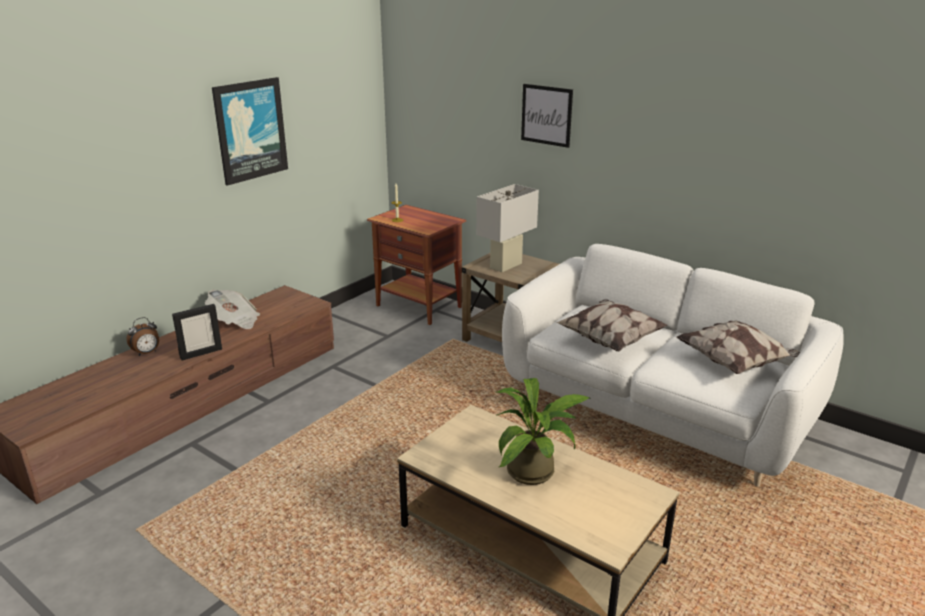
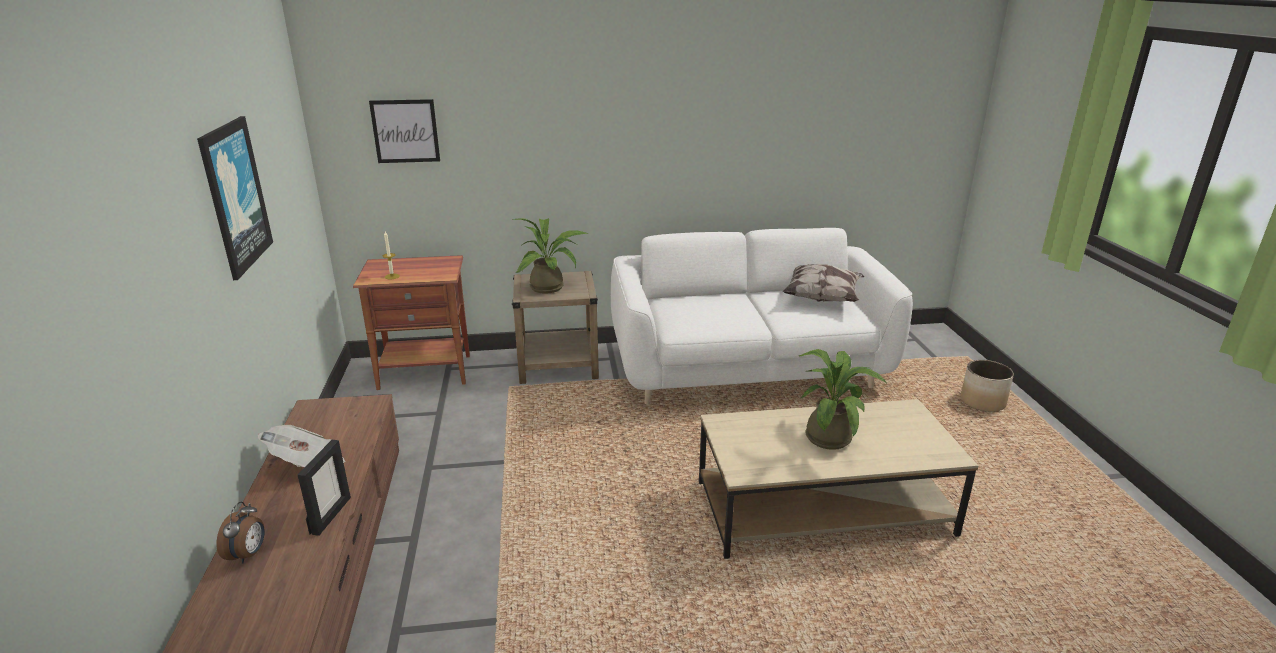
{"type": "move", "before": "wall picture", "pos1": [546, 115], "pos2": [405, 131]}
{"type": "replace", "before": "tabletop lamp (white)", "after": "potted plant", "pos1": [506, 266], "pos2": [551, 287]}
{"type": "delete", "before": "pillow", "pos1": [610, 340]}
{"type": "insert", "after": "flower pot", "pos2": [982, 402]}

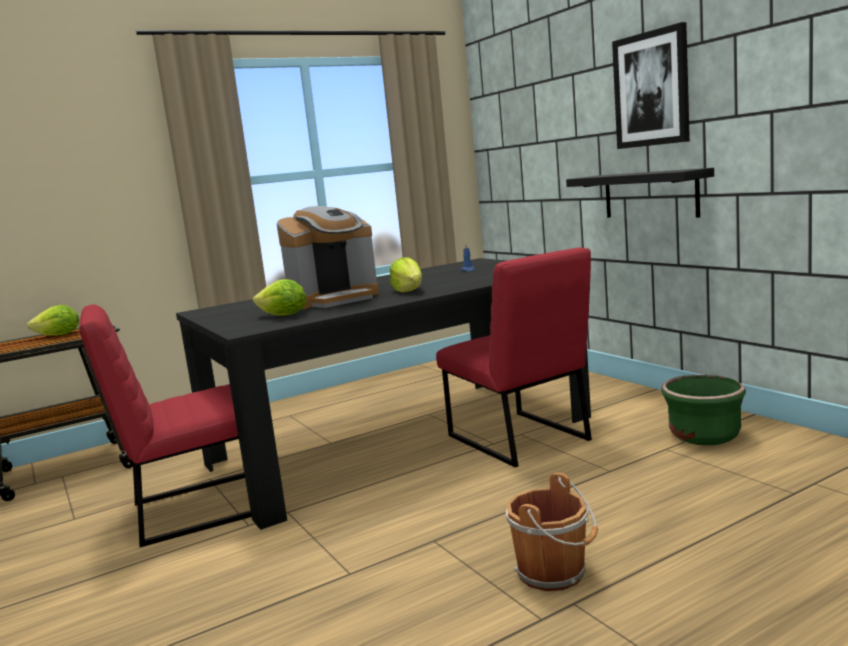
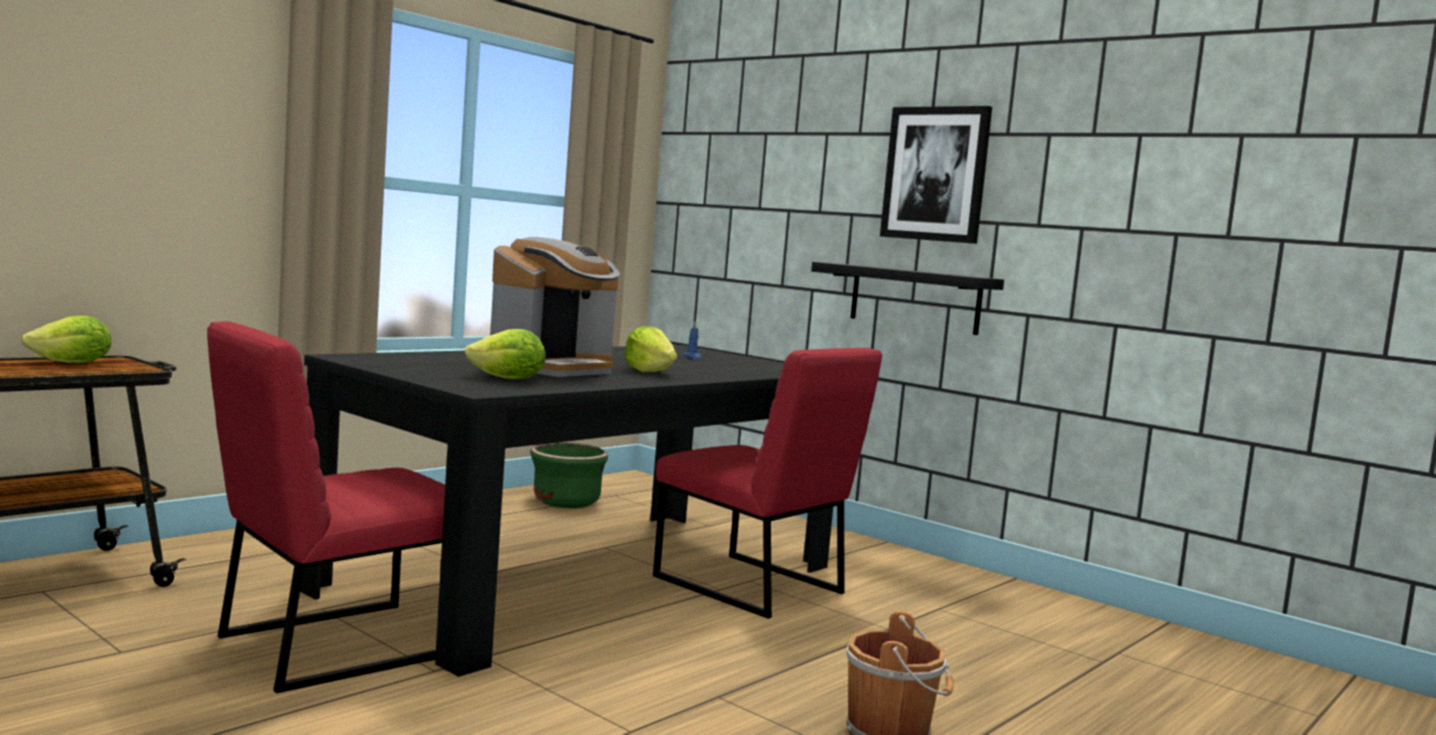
{"type": "move", "before": "flower pot (green)", "pos1": [704, 436], "pos2": [566, 502]}

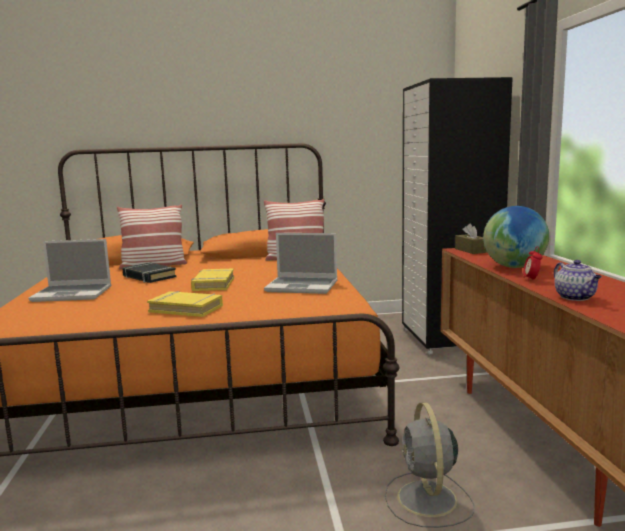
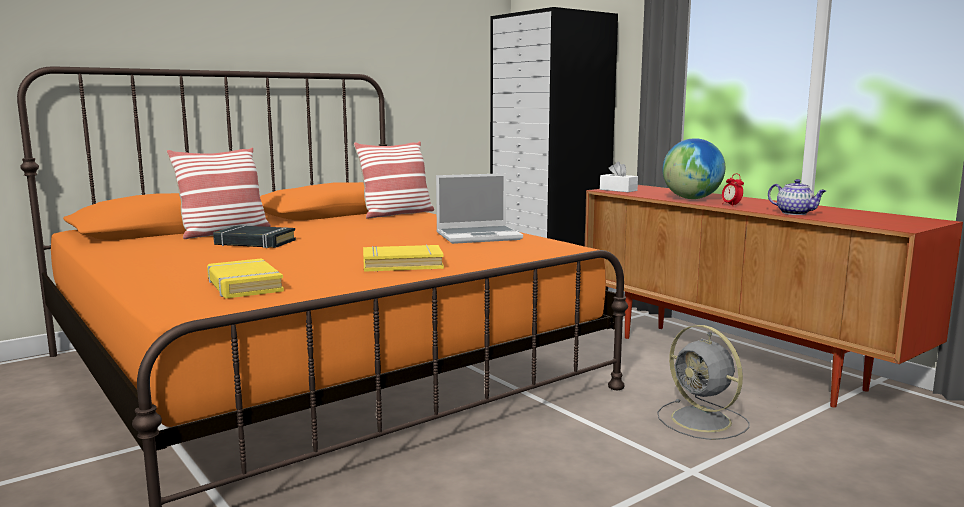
{"type": "recolor", "before": "tissue holder (brown-coloured)", "after": "tissue holder (white)", "pos1": [471, 250], "pos2": [618, 190]}
{"type": "delete", "before": "notebook computer", "pos1": [73, 294]}
{"type": "move", "before": "volume (yellowish)", "pos1": [213, 284], "pos2": [244, 285]}

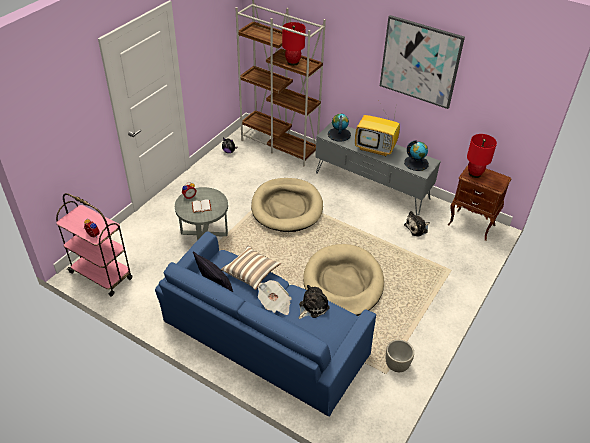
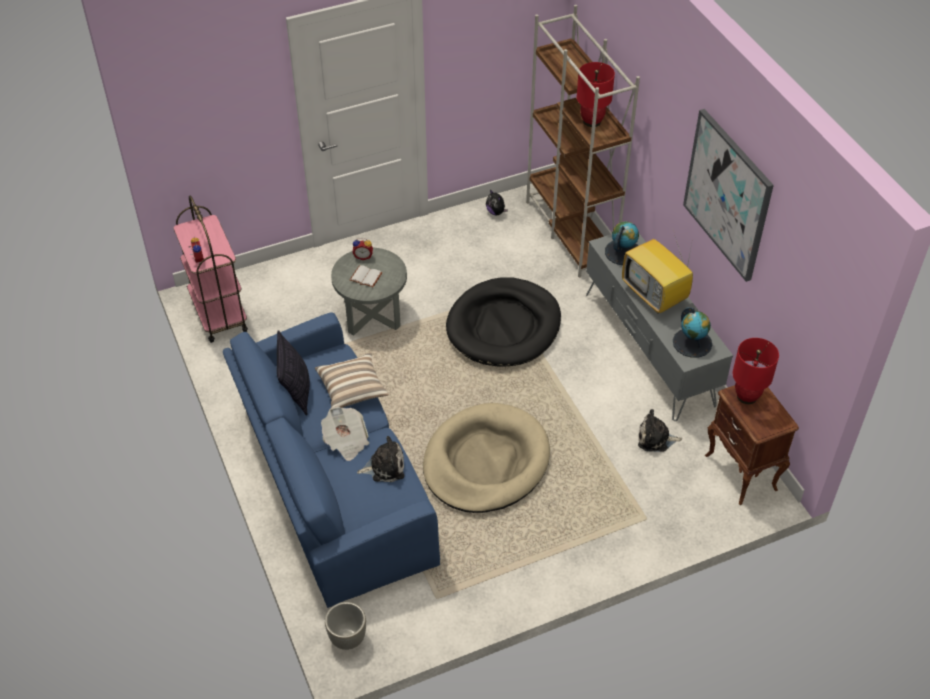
{"type": "recolor", "before": "dog cushion (beige-coloured)", "after": "dog cushion (black)", "pos1": [287, 207], "pos2": [504, 326]}
{"type": "move", "before": "flower pot (gray)", "pos1": [396, 365], "pos2": [347, 638]}

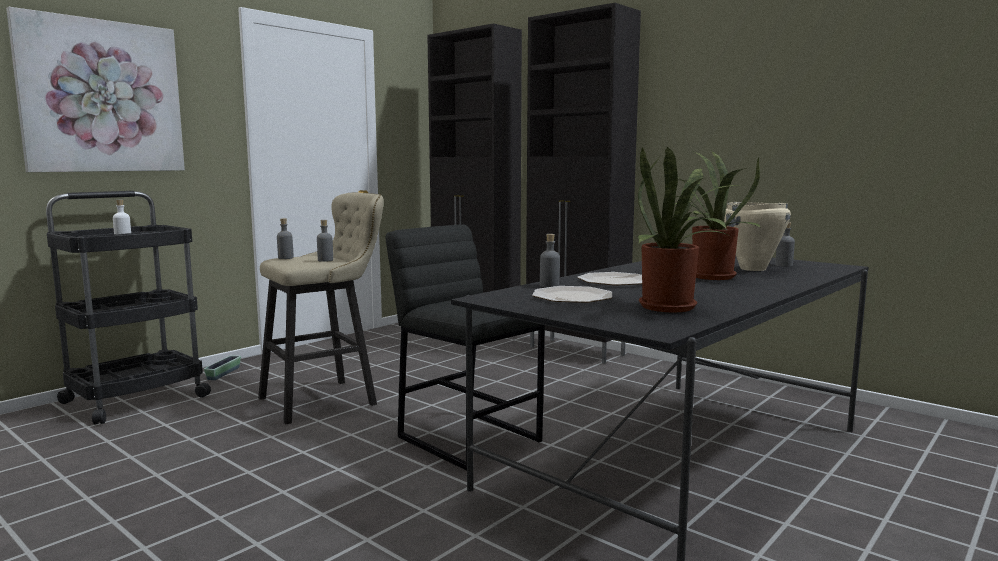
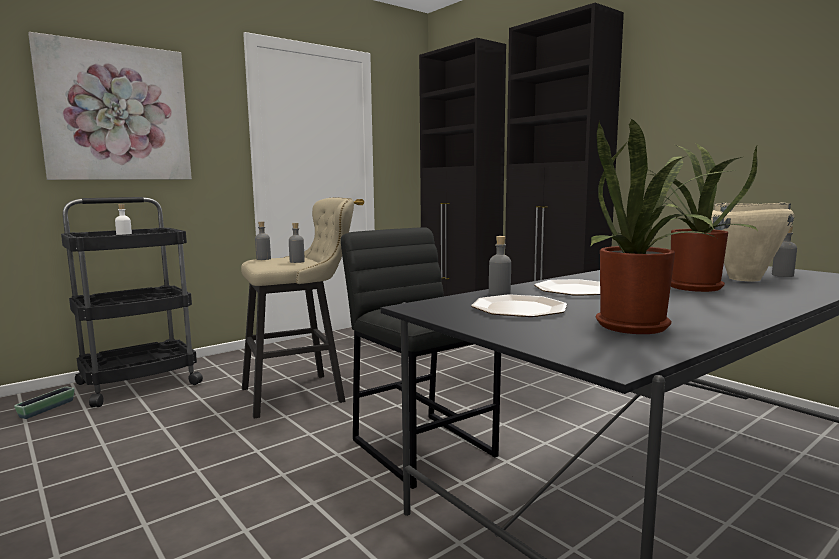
{"type": "move", "before": "flower pot", "pos1": [223, 373], "pos2": [47, 409]}

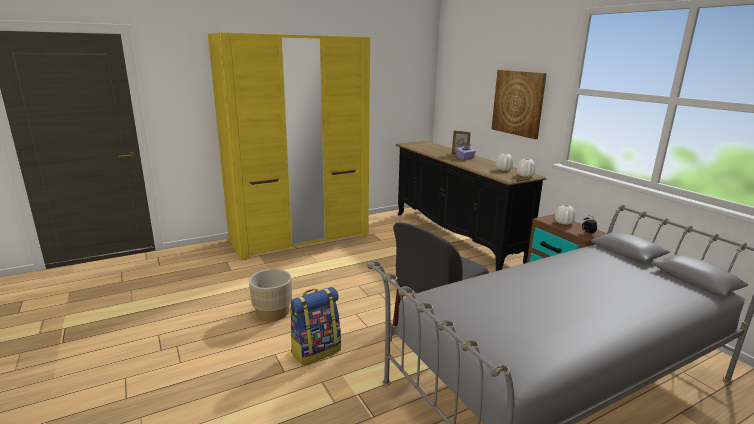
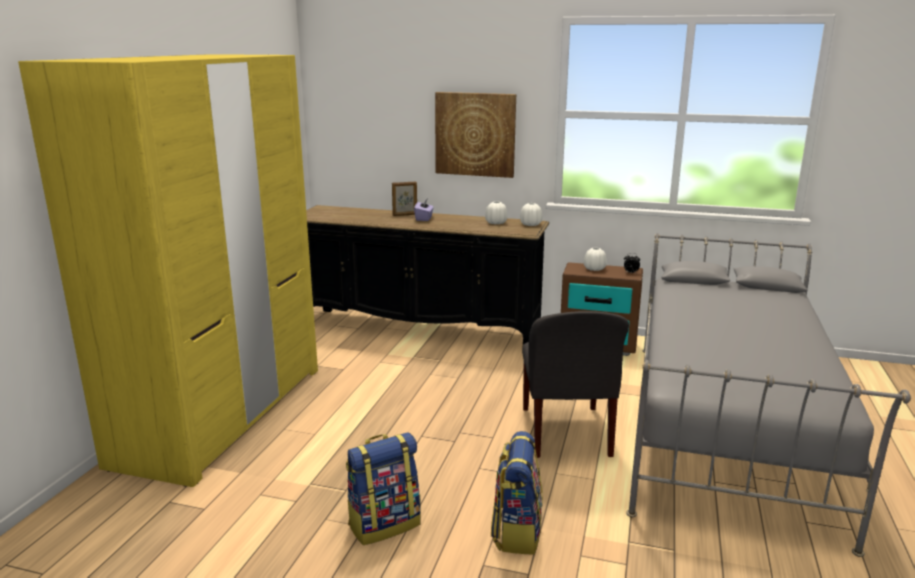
{"type": "replace", "before": "flower pot (beige-coloured)", "after": "rucksack", "pos1": [272, 312], "pos2": [384, 524]}

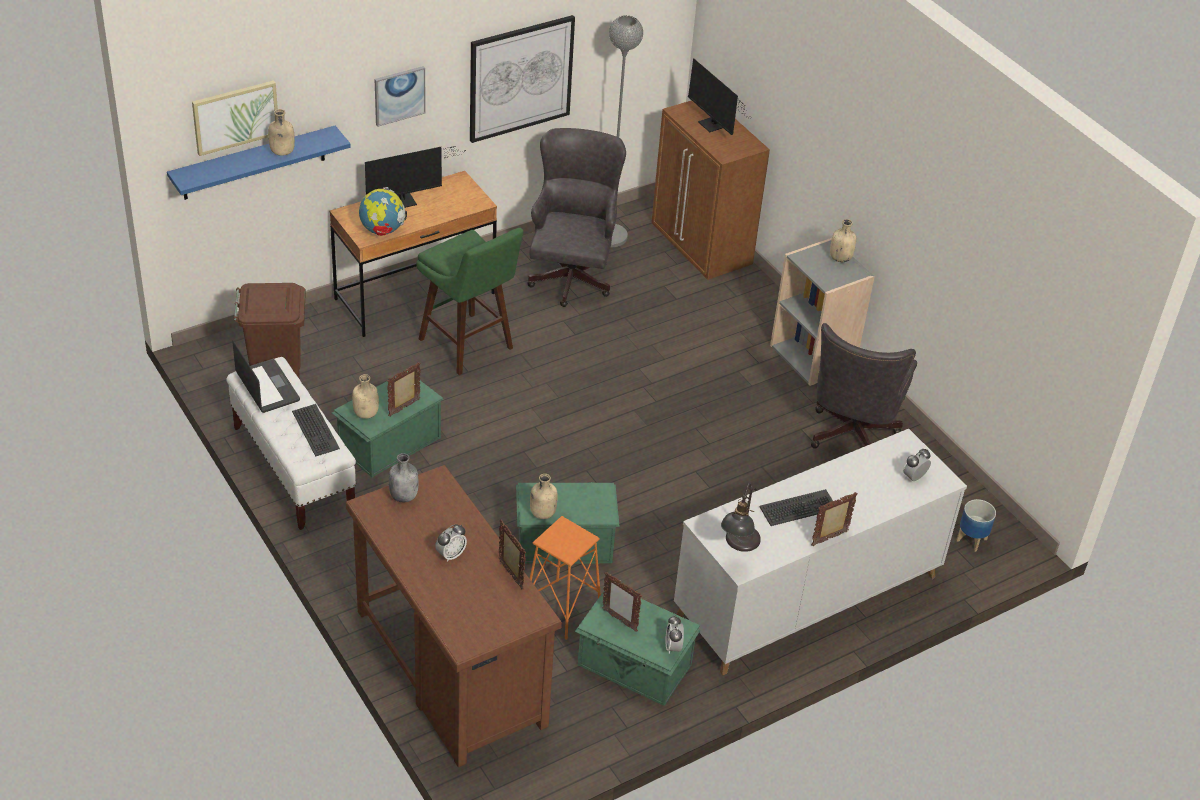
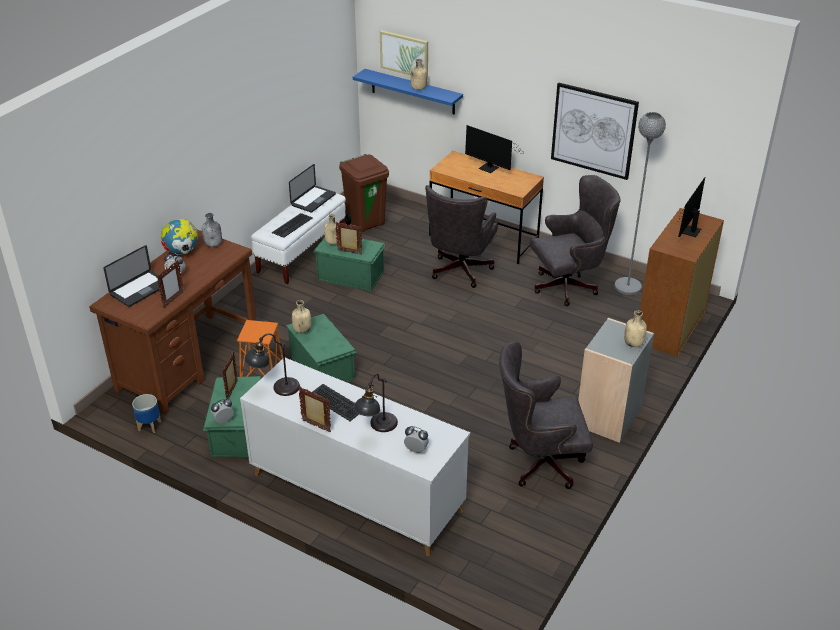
{"type": "delete", "before": "wall picture", "pos1": [399, 95]}
{"type": "move", "before": "globe", "pos1": [382, 231], "pos2": [182, 252]}
{"type": "replace", "before": "sitting stool (green)", "after": "desk chair (gray)", "pos1": [468, 346], "pos2": [460, 272]}
{"type": "move", "before": "flower pot", "pos1": [971, 539], "pos2": [149, 425]}
{"type": "insert", "after": "notebook computer", "pos2": [140, 289]}
{"type": "insert", "after": "tabletop lamp (gray)", "pos2": [377, 430]}

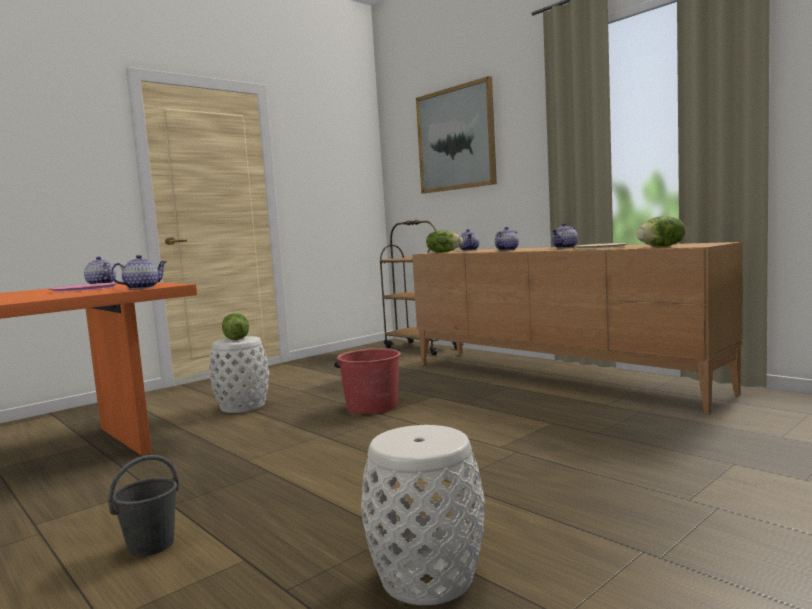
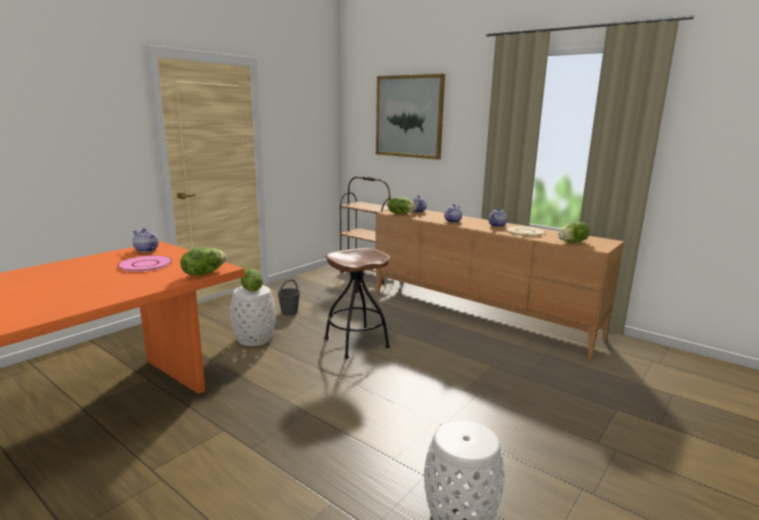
{"type": "replace", "before": "tea pot", "after": "head of lettuce", "pos1": [142, 288], "pos2": [203, 273]}
{"type": "replace", "before": "pail (red-coloured)", "after": "sitting stool (brown-coloured)", "pos1": [372, 406], "pos2": [356, 342]}
{"type": "move", "before": "pail (gray)", "pos1": [152, 545], "pos2": [289, 312]}

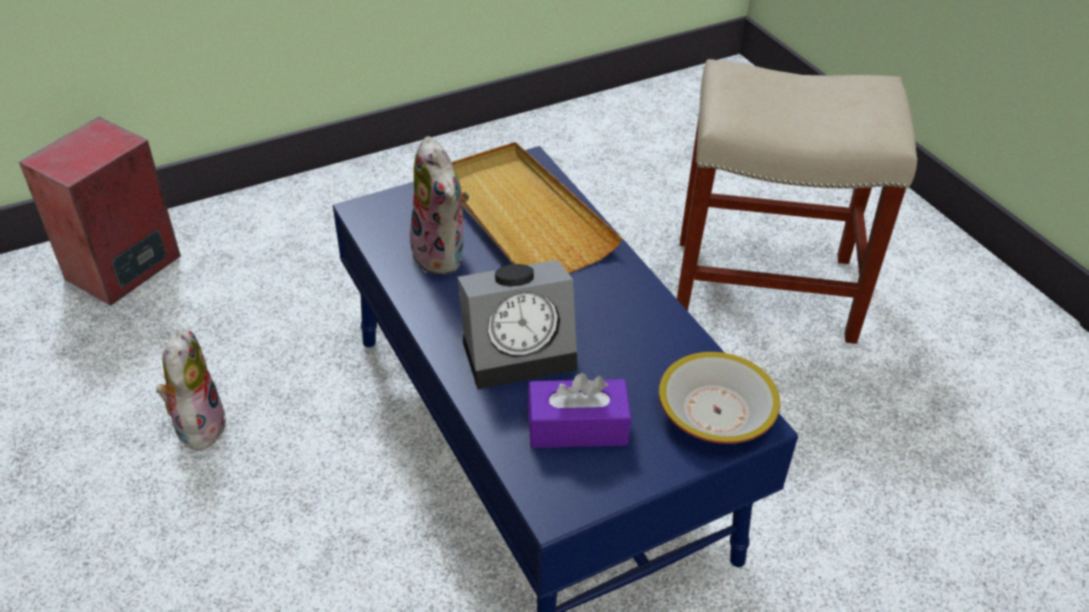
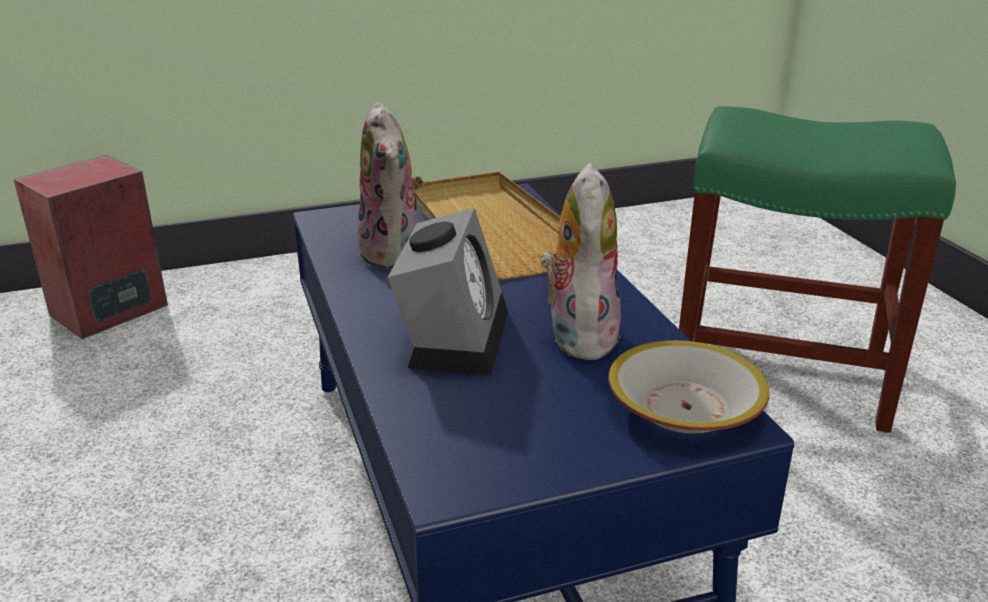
{"type": "recolor", "before": "sitting stool (beige-coloured)", "after": "sitting stool (green)", "pos1": [767, 288], "pos2": [783, 373]}
{"type": "rotate", "before": "table clock", "pos1": [521, 350], "pos2": [453, 335], "turn": -75}
{"type": "move", "before": "soft toy", "pos1": [198, 424], "pos2": [578, 335]}
{"type": "delete", "before": "tissue holder (purplish)", "pos1": [577, 427]}

